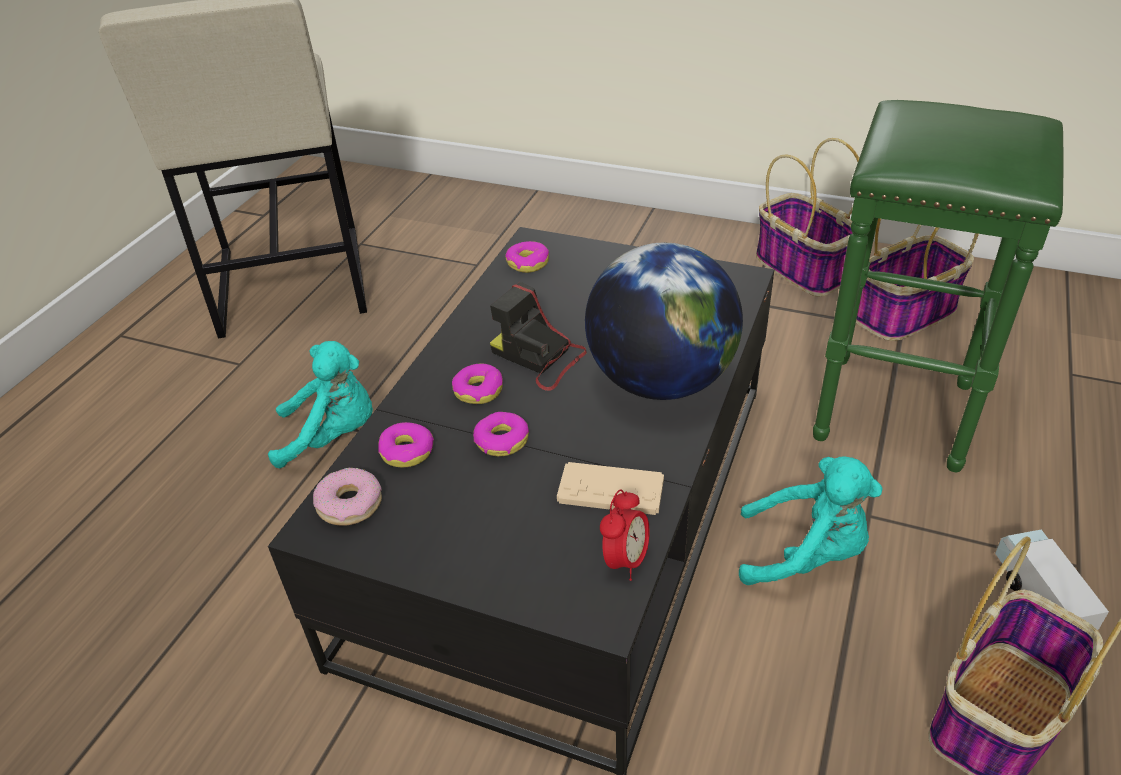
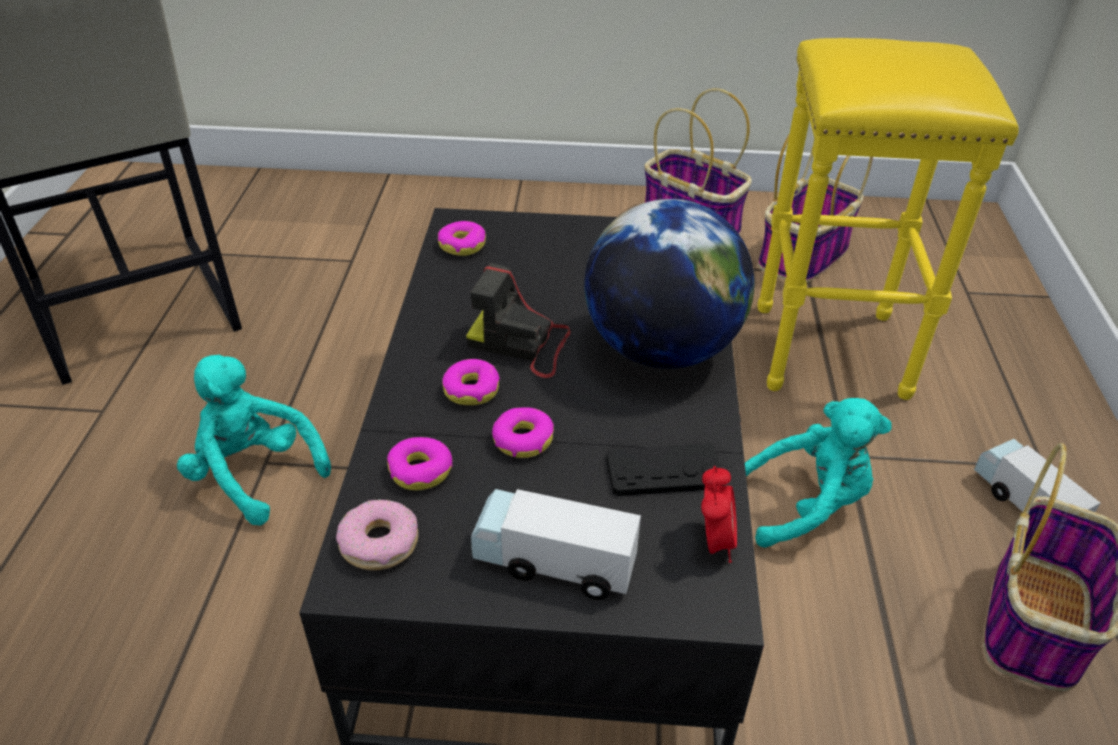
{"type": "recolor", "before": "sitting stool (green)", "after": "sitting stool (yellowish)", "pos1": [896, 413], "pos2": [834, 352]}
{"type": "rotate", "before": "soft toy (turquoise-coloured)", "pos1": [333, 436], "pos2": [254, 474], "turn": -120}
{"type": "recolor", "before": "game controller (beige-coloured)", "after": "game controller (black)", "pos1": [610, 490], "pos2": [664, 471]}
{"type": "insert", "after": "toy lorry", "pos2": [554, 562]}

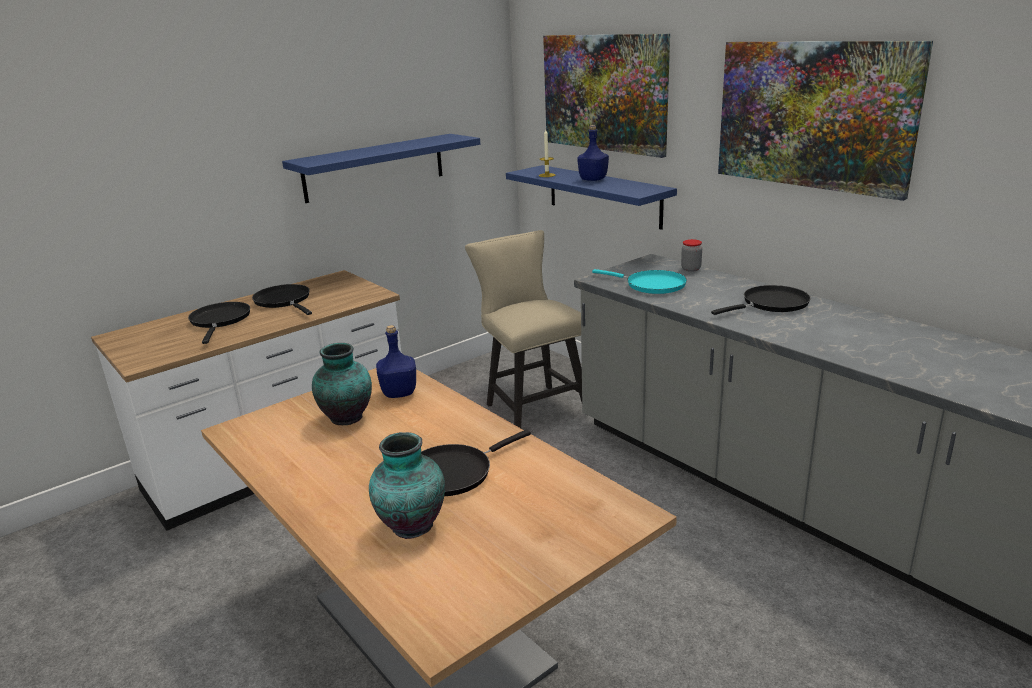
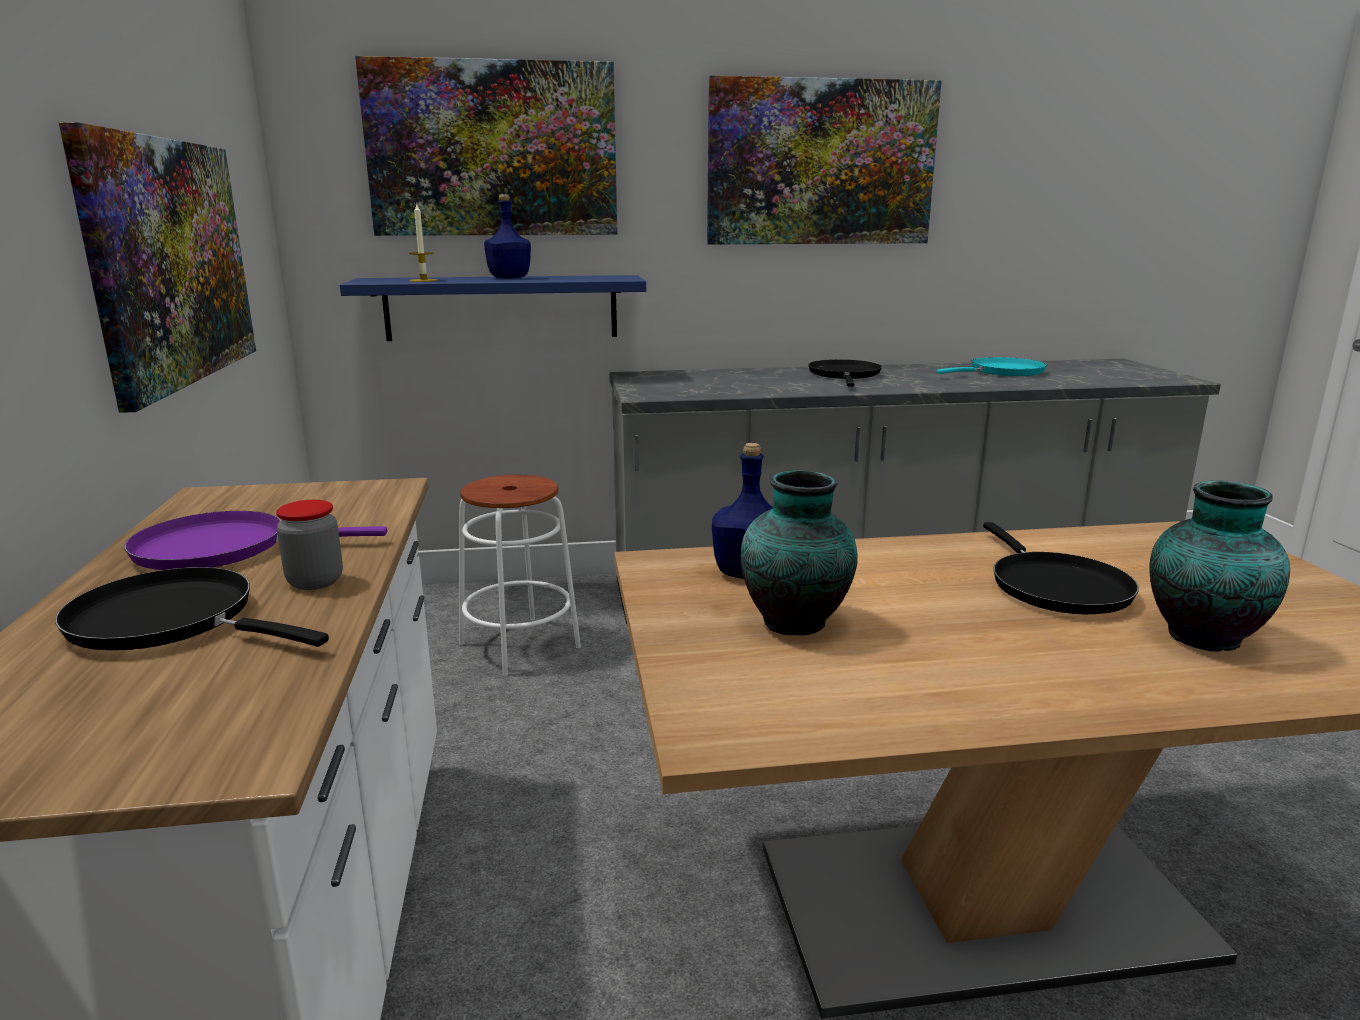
{"type": "replace", "before": "wall shelf (bluish)", "after": "wall picture", "pos1": [374, 167], "pos2": [172, 262]}
{"type": "replace", "before": "chair (beige-coloured)", "after": "sitting stool (white)", "pos1": [532, 407], "pos2": [519, 645]}
{"type": "move", "before": "storage jar", "pos1": [691, 269], "pos2": [315, 581]}
{"type": "move", "before": "skillet (turquoise-coloured)", "pos1": [651, 285], "pos2": [1002, 372]}
{"type": "recolor", "before": "skillet (black)", "after": "skillet (purplish)", "pos1": [284, 301], "pos2": [222, 549]}

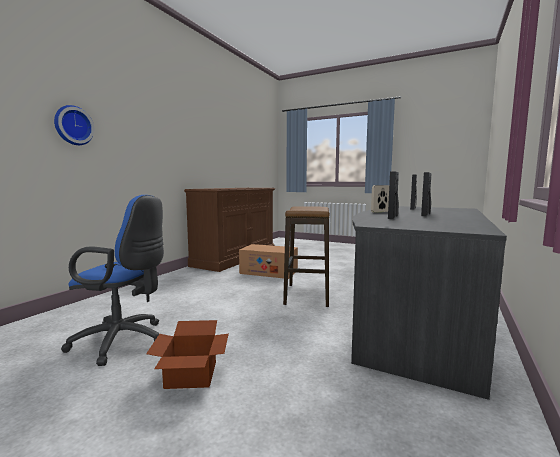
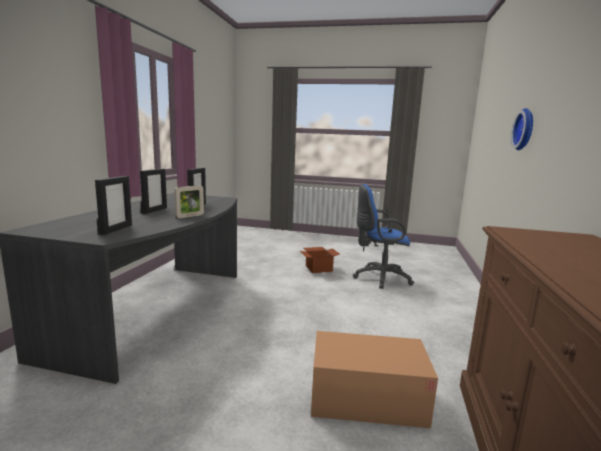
{"type": "delete", "before": "sitting stool", "pos1": [307, 295]}

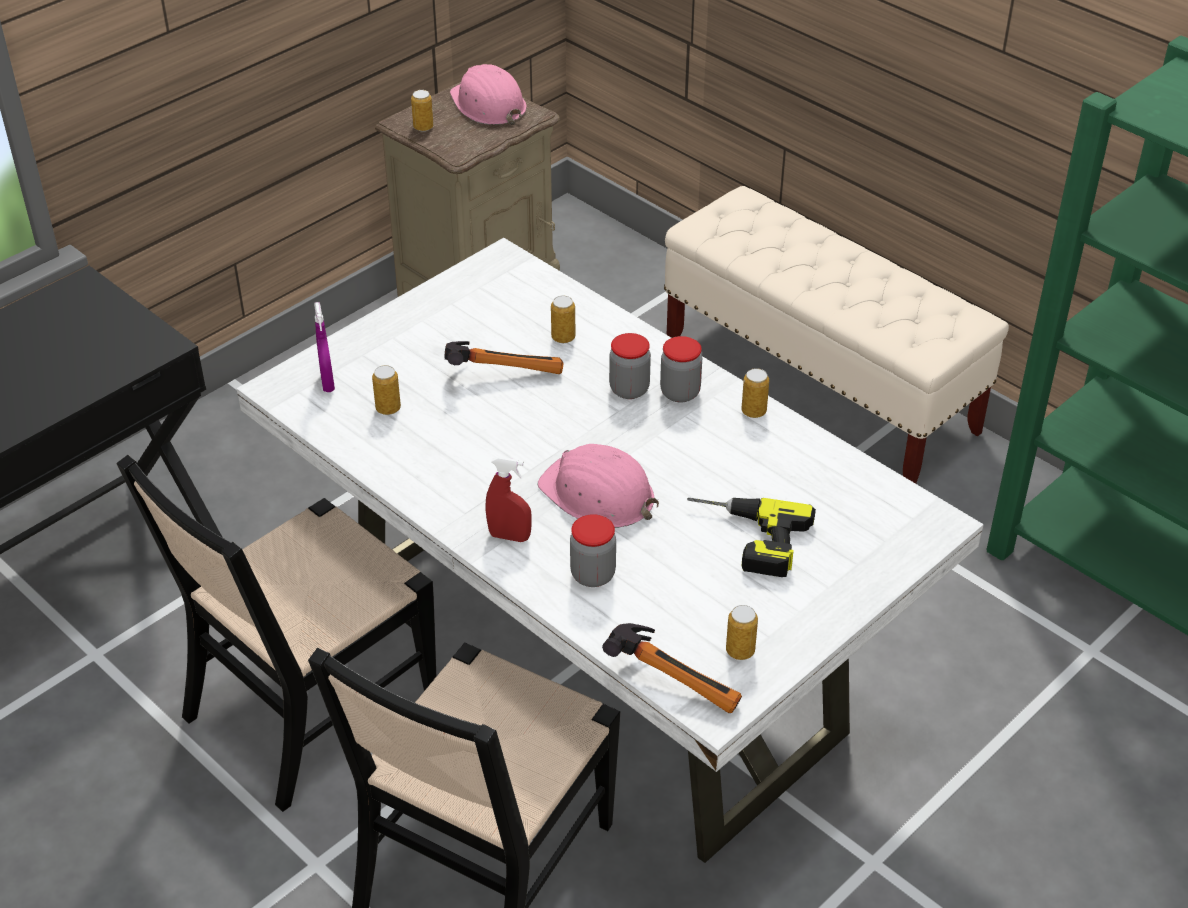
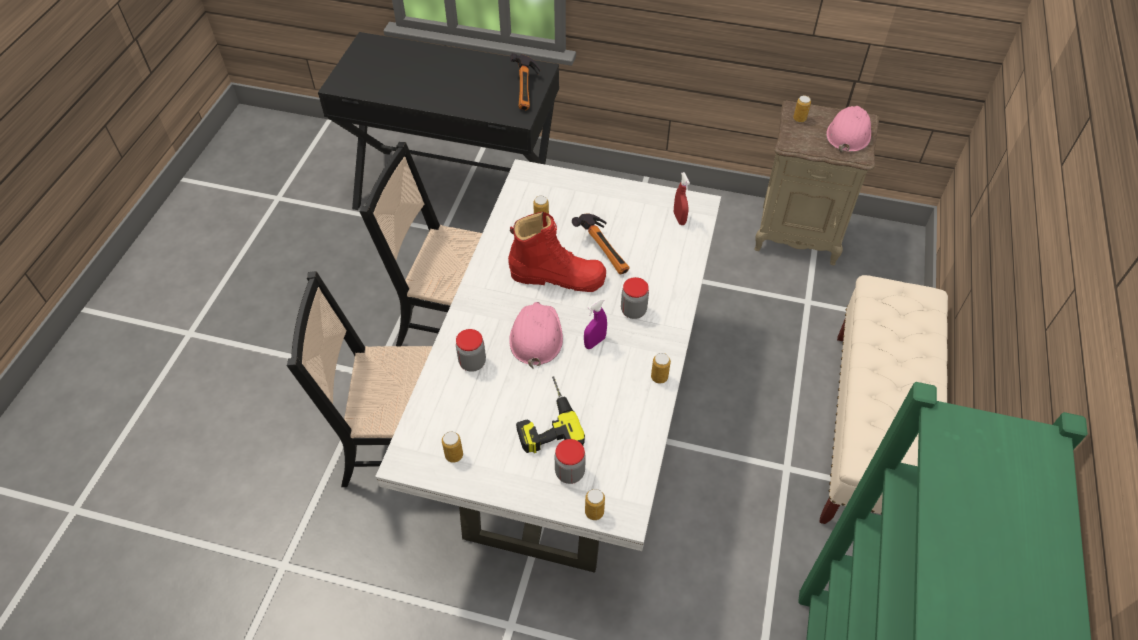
{"type": "move", "before": "sealed can", "pos1": [563, 337], "pos2": [594, 512]}
{"type": "move", "before": "hand sprayer (purplish)", "pos1": [327, 382], "pos2": [594, 342]}
{"type": "move", "before": "storage jar", "pos1": [680, 393], "pos2": [570, 472]}
{"type": "move", "before": "hand sprayer (red-coloured)", "pos1": [509, 536], "pos2": [679, 218]}
{"type": "move", "before": "tool hammer", "pos1": [676, 679], "pos2": [528, 91]}
{"type": "insert", "after": "boot (red-coloured)", "pos2": [557, 276]}

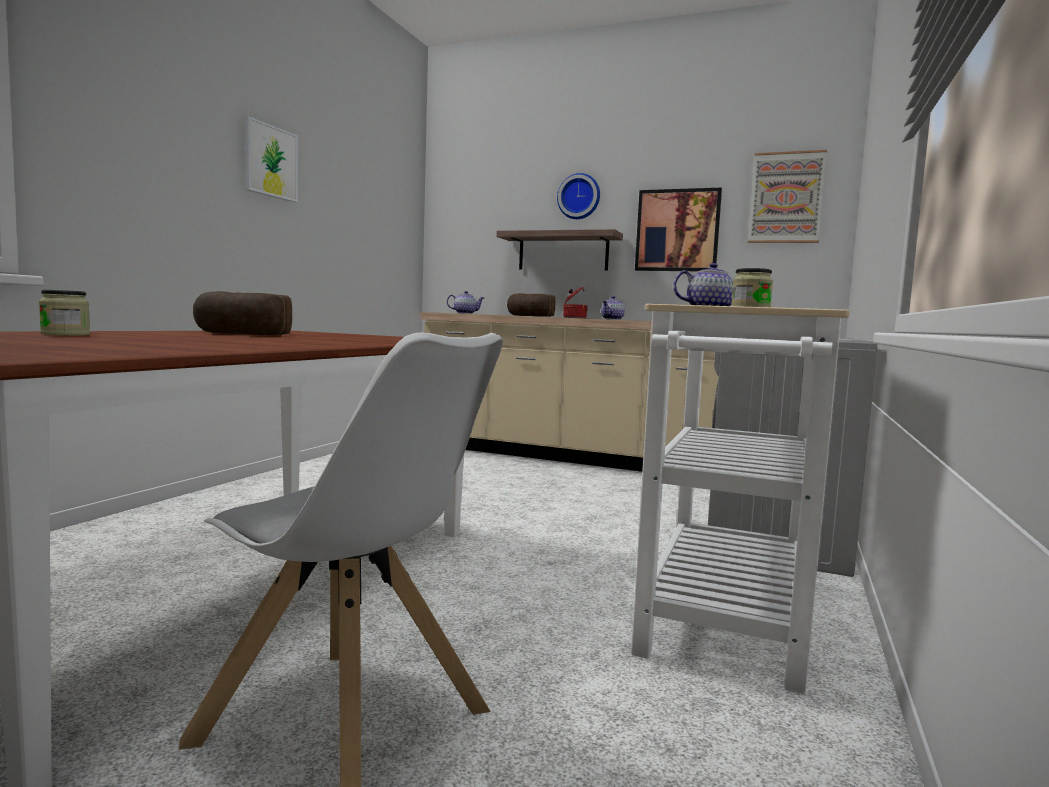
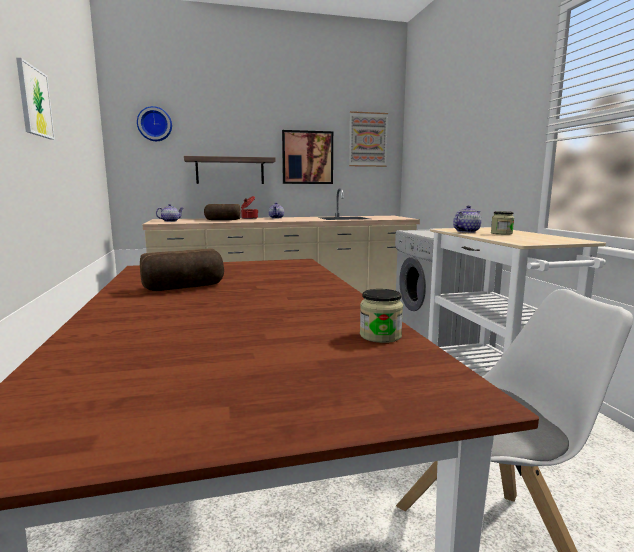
{"type": "move", "before": "clock on the wall", "pos1": [579, 197], "pos2": [155, 124]}
{"type": "move", "before": "storage jar", "pos1": [65, 334], "pos2": [380, 336]}

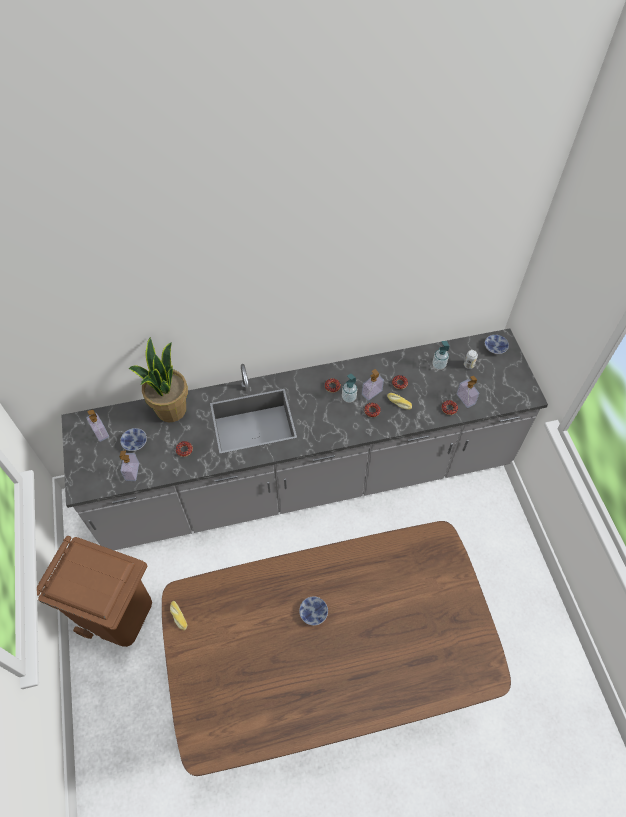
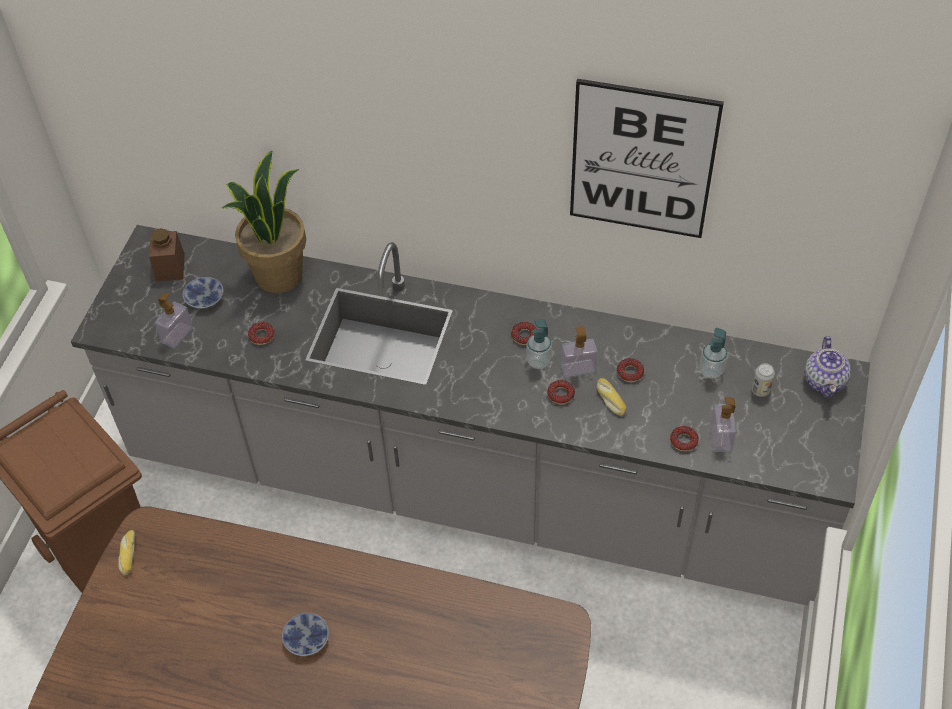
{"type": "replace", "before": "deep dish", "after": "tea pot", "pos1": [495, 347], "pos2": [824, 381]}
{"type": "replace", "before": "soap dispenser", "after": "storage jar (brown-coloured)", "pos1": [100, 432], "pos2": [170, 267]}
{"type": "insert", "after": "wall picture", "pos2": [642, 160]}

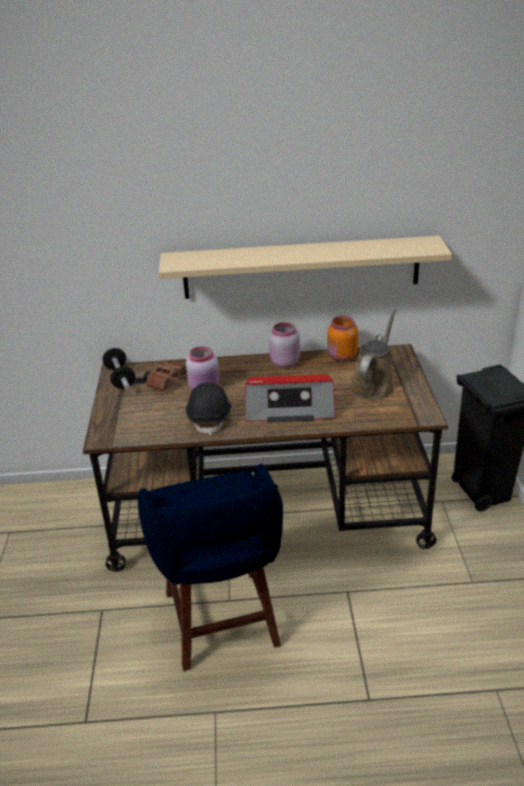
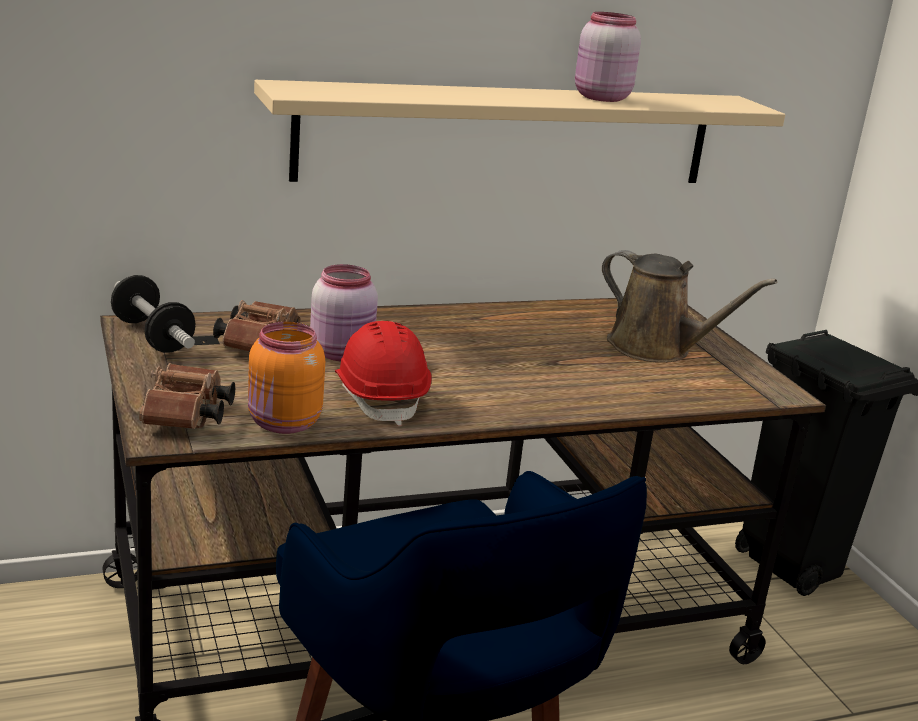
{"type": "rotate", "before": "sprinkling can (brown-coloured)", "pos1": [373, 385], "pos2": [656, 349], "turn": 120}
{"type": "move", "before": "storage jar (orange)", "pos1": [341, 357], "pos2": [283, 424]}
{"type": "move", "before": "storage jar (pink)", "pos1": [284, 363], "pos2": [600, 97]}
{"type": "delete", "before": "radio set", "pos1": [289, 409]}
{"type": "recolor", "before": "hard hat (black)", "after": "hard hat (red-coloured)", "pos1": [210, 417], "pos2": [380, 397]}
{"type": "insert", "after": "binoculars (brown-coloured)", "pos2": [186, 417]}

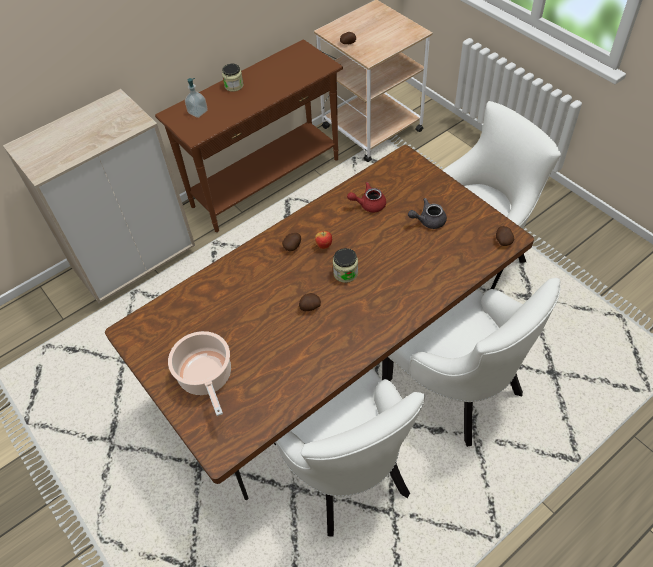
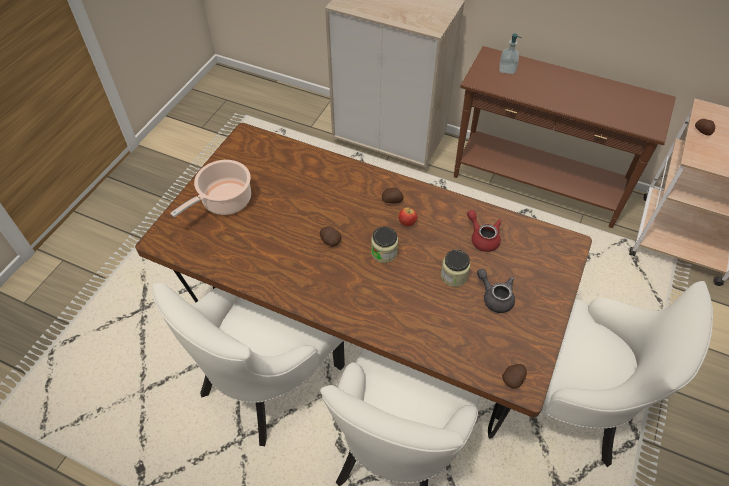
{"type": "move", "before": "storage jar", "pos1": [234, 86], "pos2": [454, 276]}

